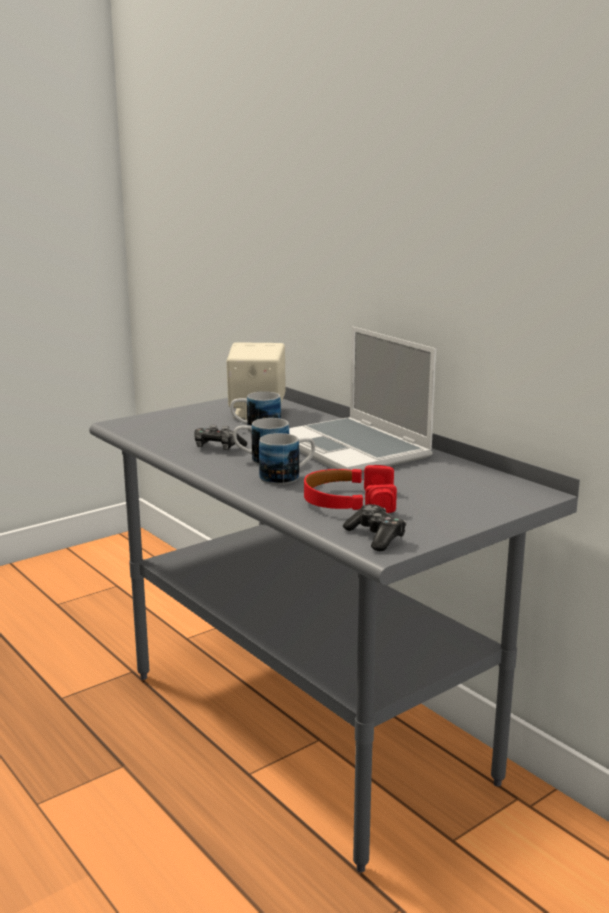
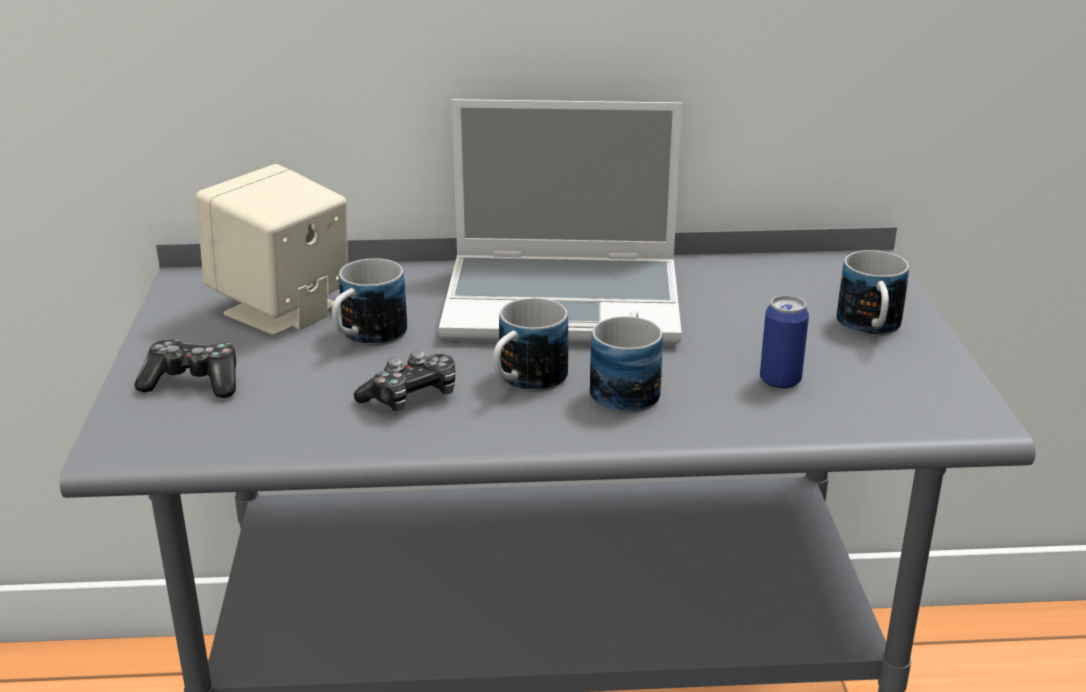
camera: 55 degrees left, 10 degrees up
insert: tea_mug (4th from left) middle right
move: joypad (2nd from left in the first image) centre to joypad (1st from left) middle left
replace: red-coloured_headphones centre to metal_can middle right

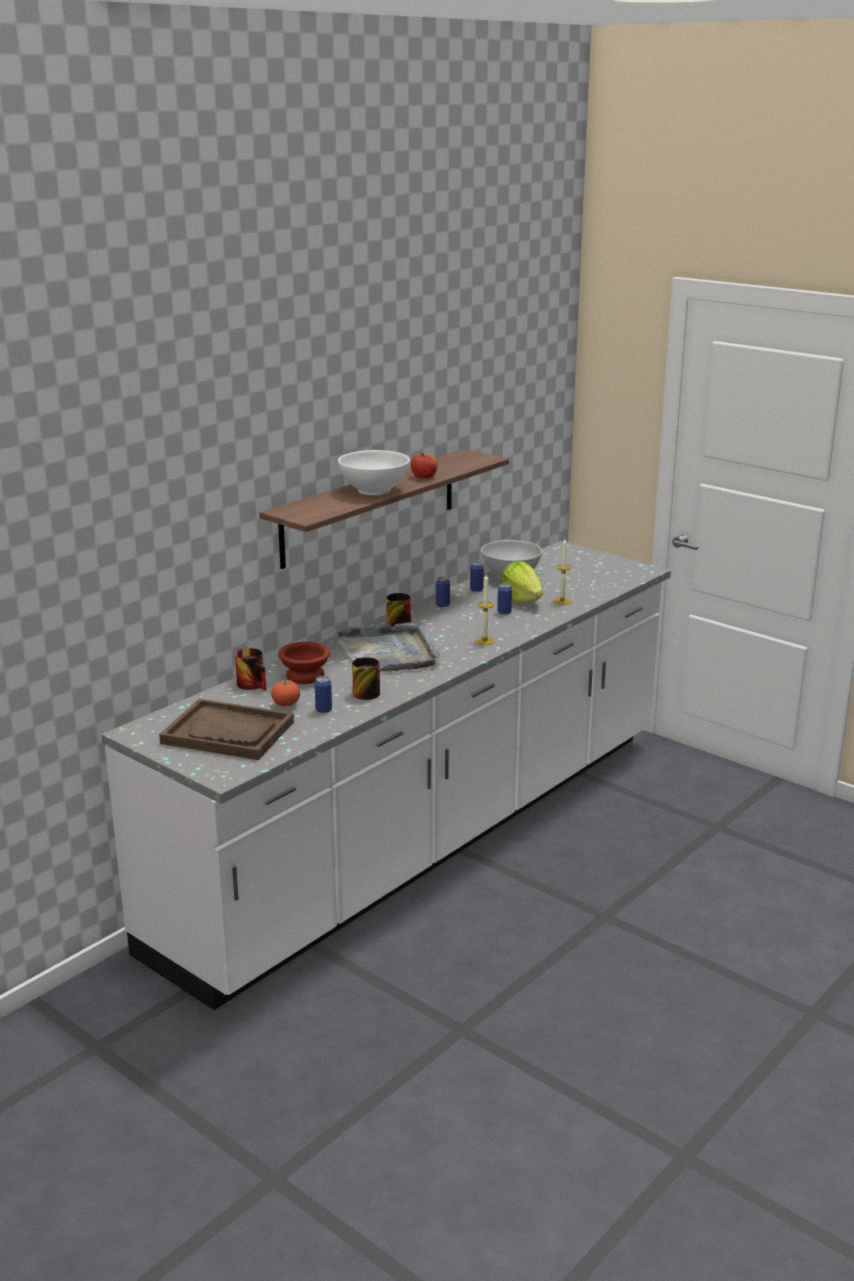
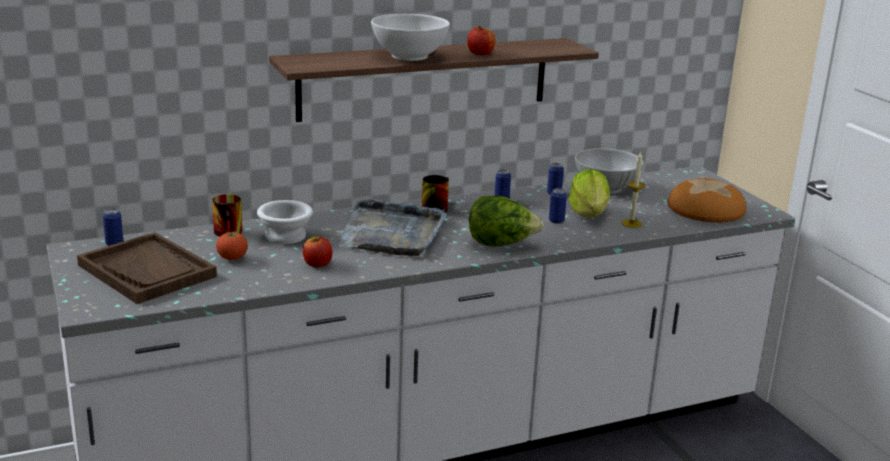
camera: 25 degrees right, 0 degrees up
insert: bakery_bread middle right
move: metal_can (1st from left) centre to middle left
replace: wax_light (1st from left) centre to lettuce_head (1st from left) centre; tea_mug (2nd from left) centre to whole_apple (1st from left) centre
recolor: brown_deep_dish centre to white_deep_dish (1st from left) middle left

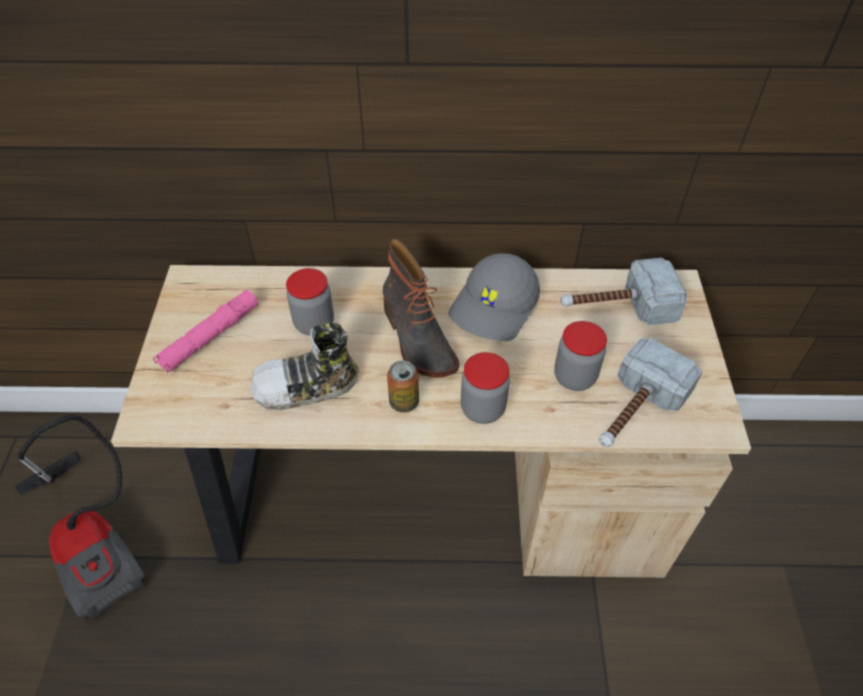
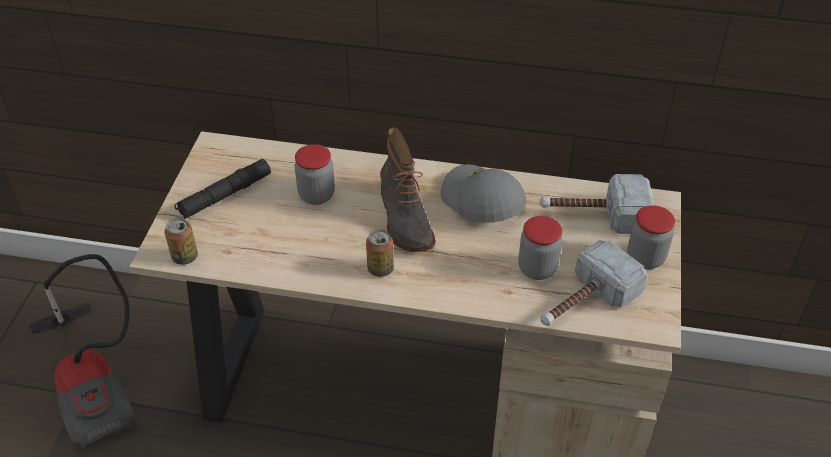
camera: 10 degrees right, 5 degrees down
delete: shoe centre
insert: metal_can (1st from left) middle left
move: preserve_jar (2nd from left in the first image) centre to preserve_jar (3rd from left) middle right
recolor: pinkish_flashlight middle left to black-coloured_flashlight middle left
rotate: gray_baseball_cap centre = centre 105 degrees clockwise

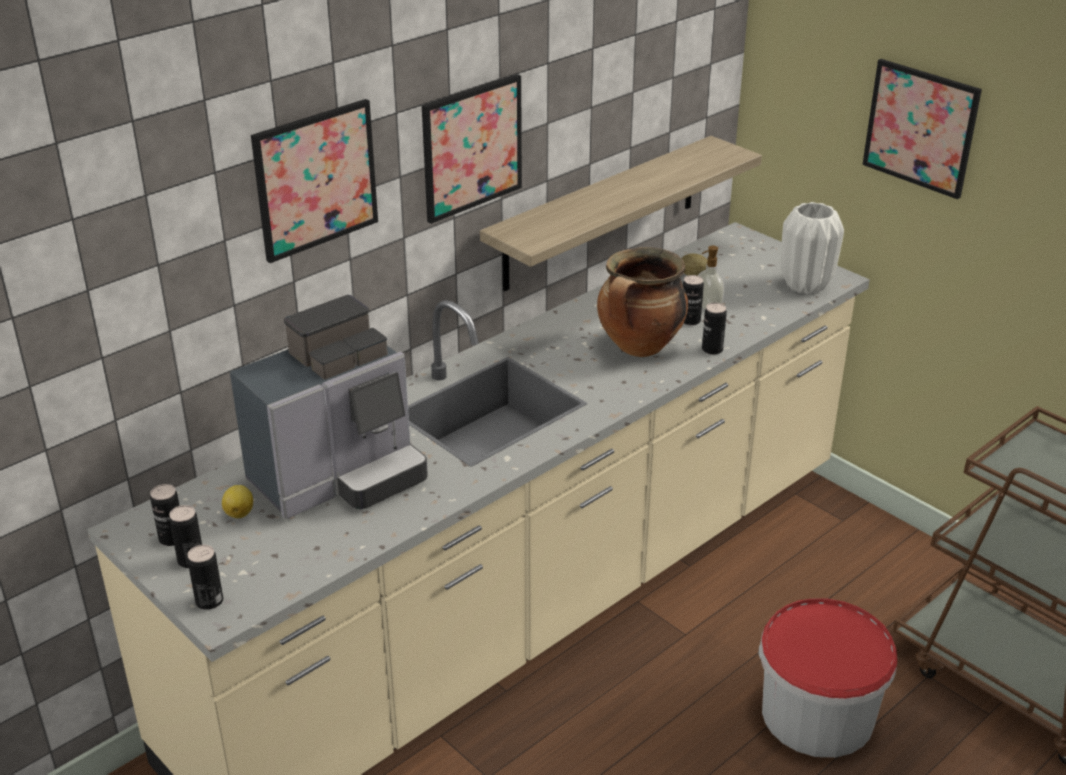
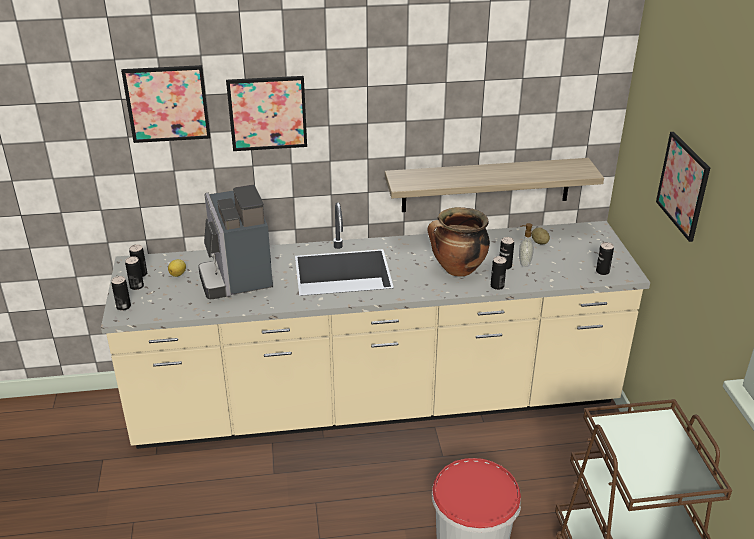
camera: 35 degrees right, 0 degrees up
move: picture (2nd from left in the first image) top centre to picture (1st from left) top left
replace: white_decorative_vase top right to metal_can (6th from left) middle right
rotate: coffee_maker middle left = middle left 75 degrees clockwise

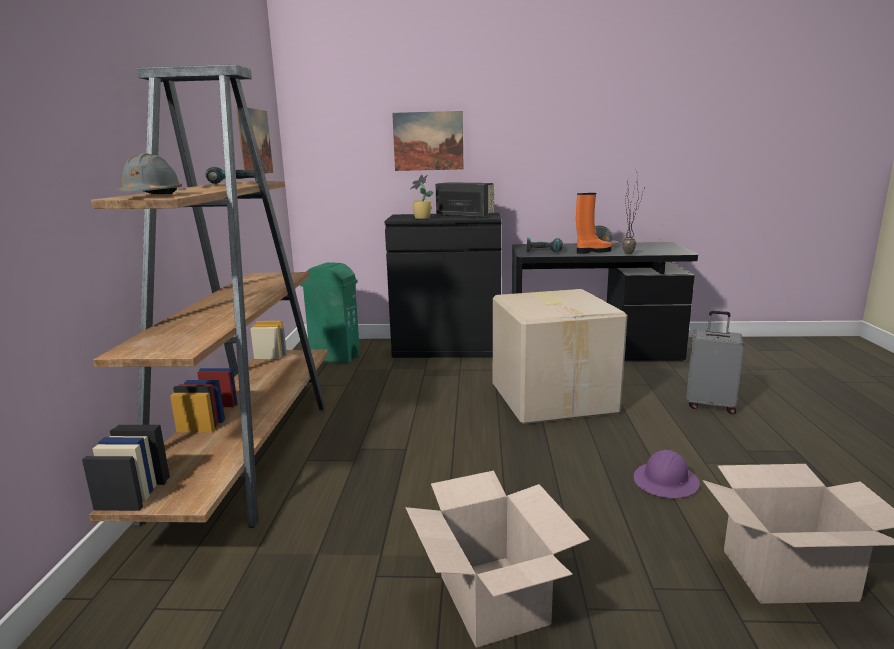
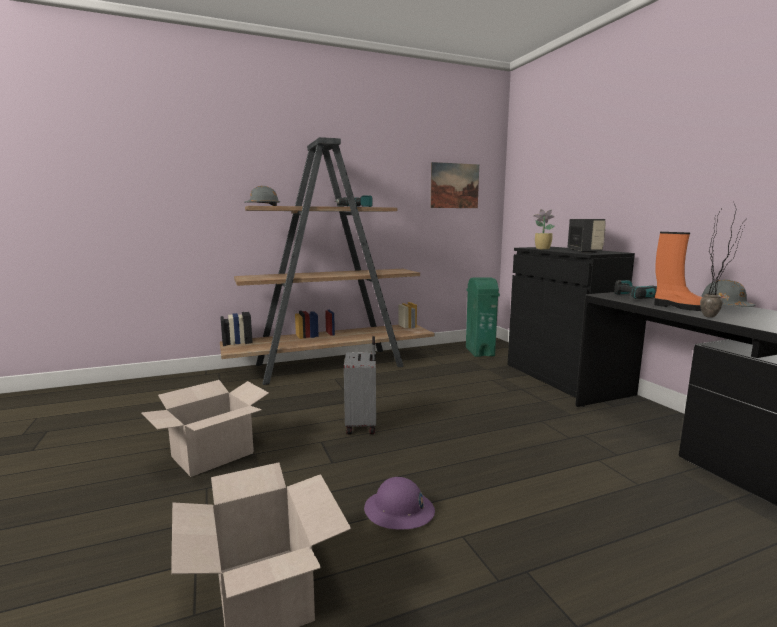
camera: 65 degrees right, 5 degrees down
delete: picture (2nd from left) top centre; carton (2nd from left) centre
move: gray_travel_case middle right to centre

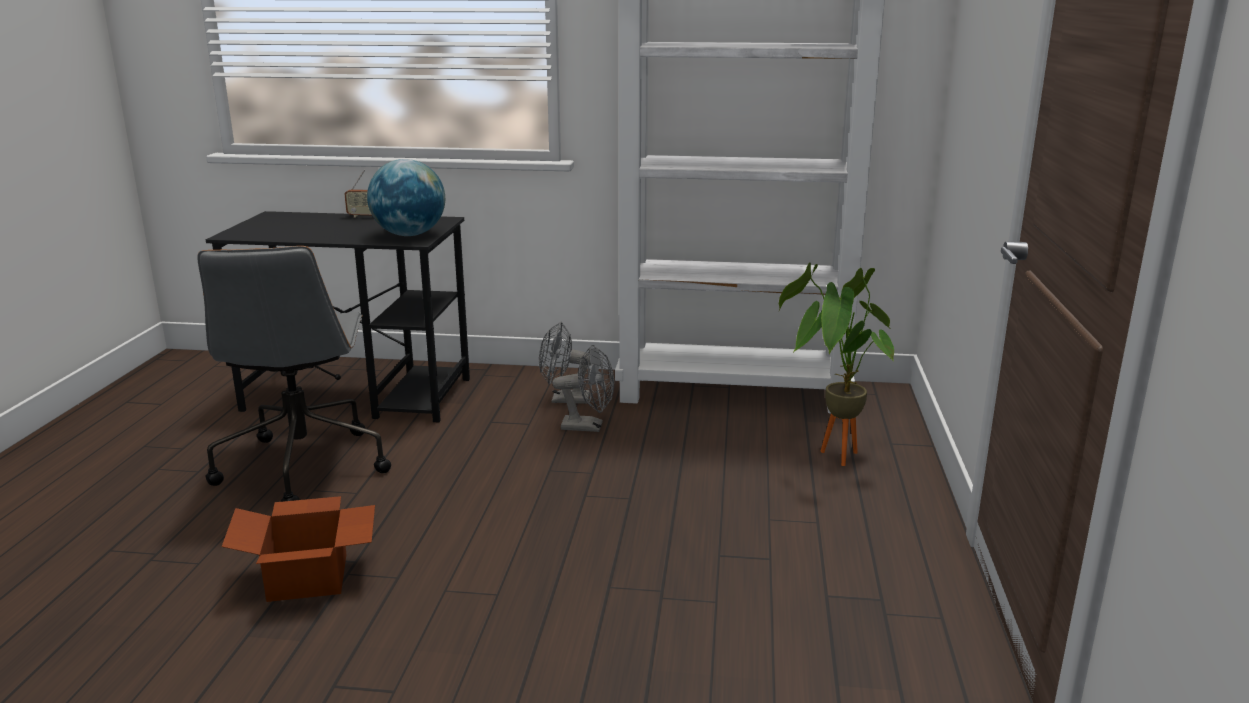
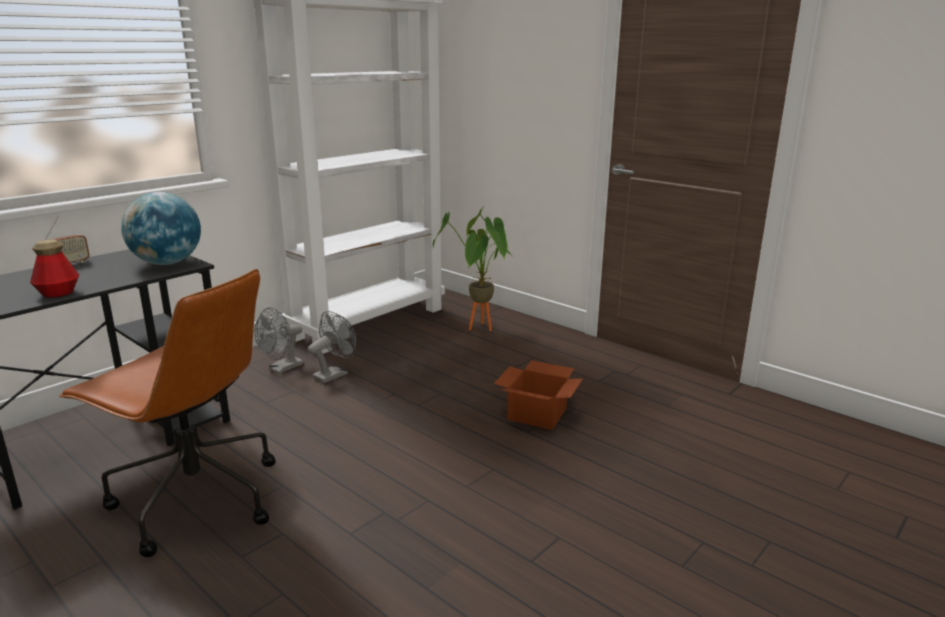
camera: 55 degrees left, 0 degrees up
insert: beverage_bottle middle left
move: carton bottom left to centre
recolor: gray_office_chair middle left to brown_office_chair bottom left

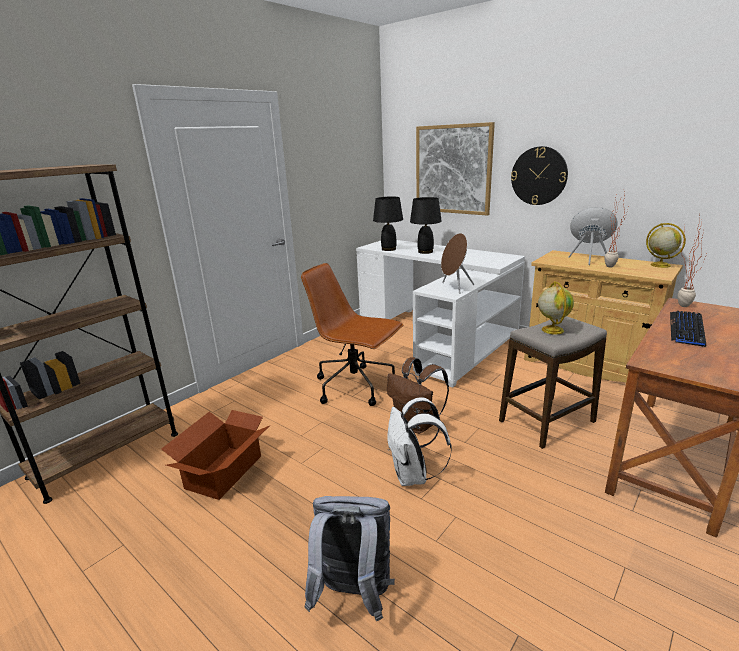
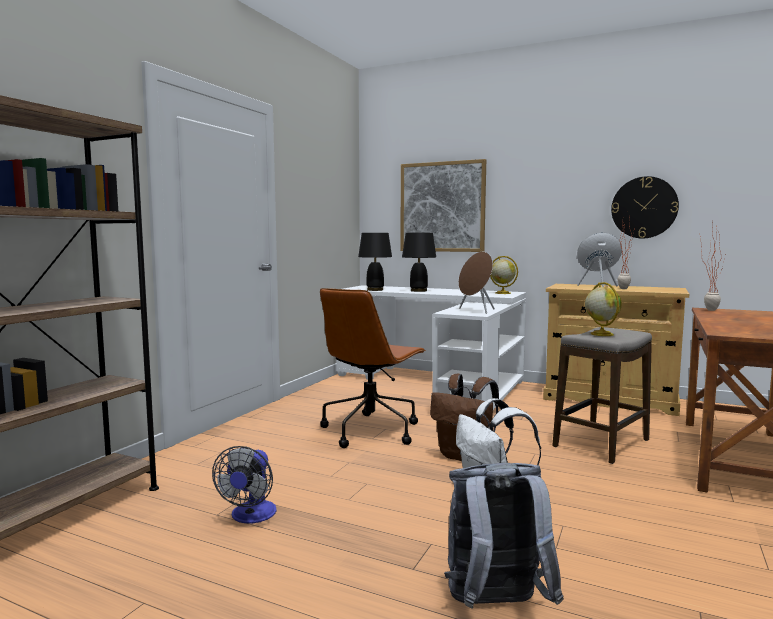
camera: 15 degrees left, 15 degrees down
delete: keyboard middle right
move: wall_clock top right to middle right; globe (2nd from left in the first image) middle right to globe (1st from left) centre
replace: carton bottom left to cooling_fan bottom left
rotate: brown_office_chair centre = centre 75 degrees counterclockwise

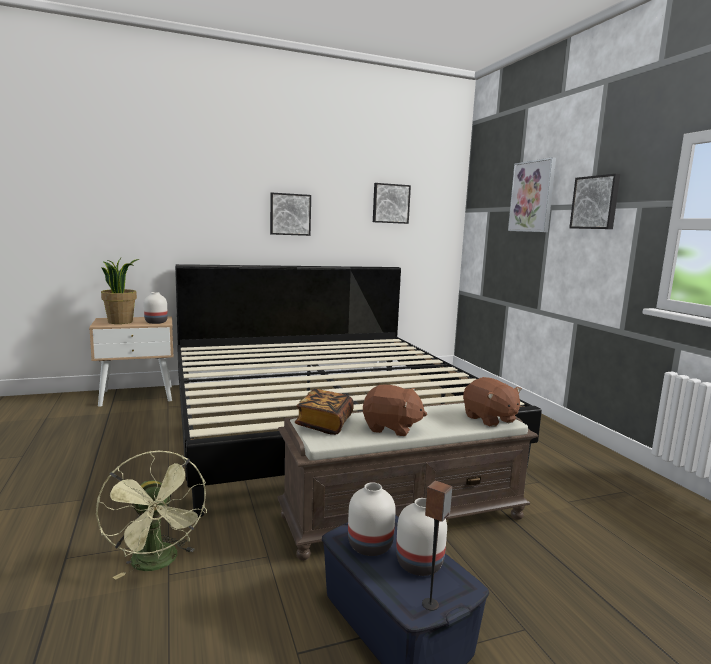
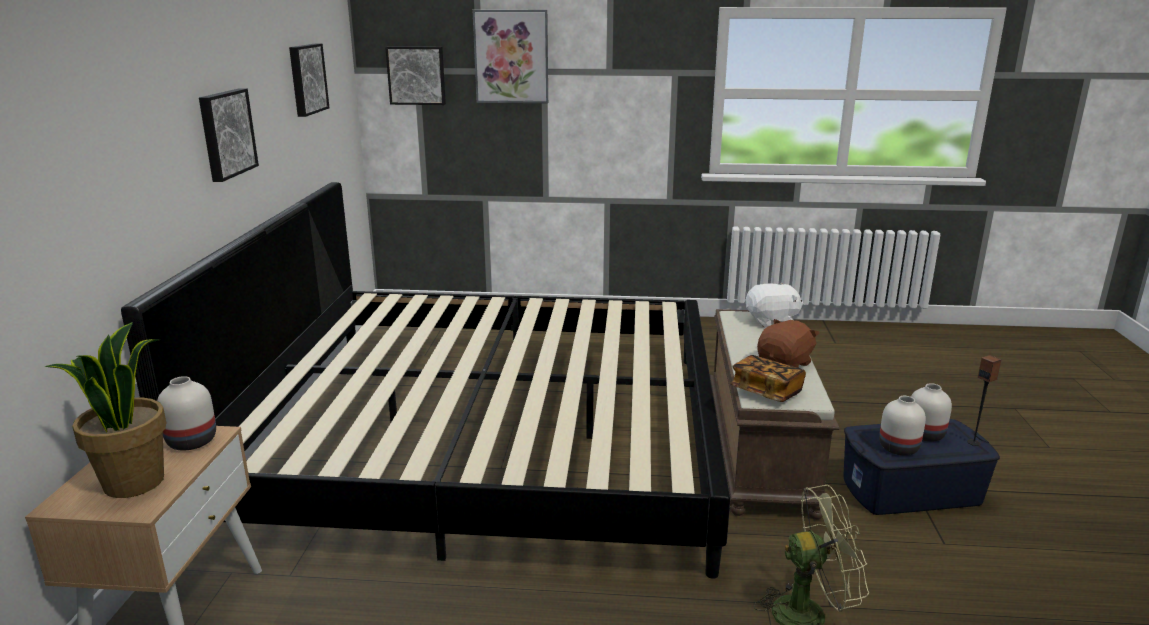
camera: 65 degrees left, 10 degrees up
move: picture (4th from left in the first image) top right to picture (3rd from left) top centre
recolor: brown_cuddly_toy (2nd from left) middle right to white_cuddly_toy middle right

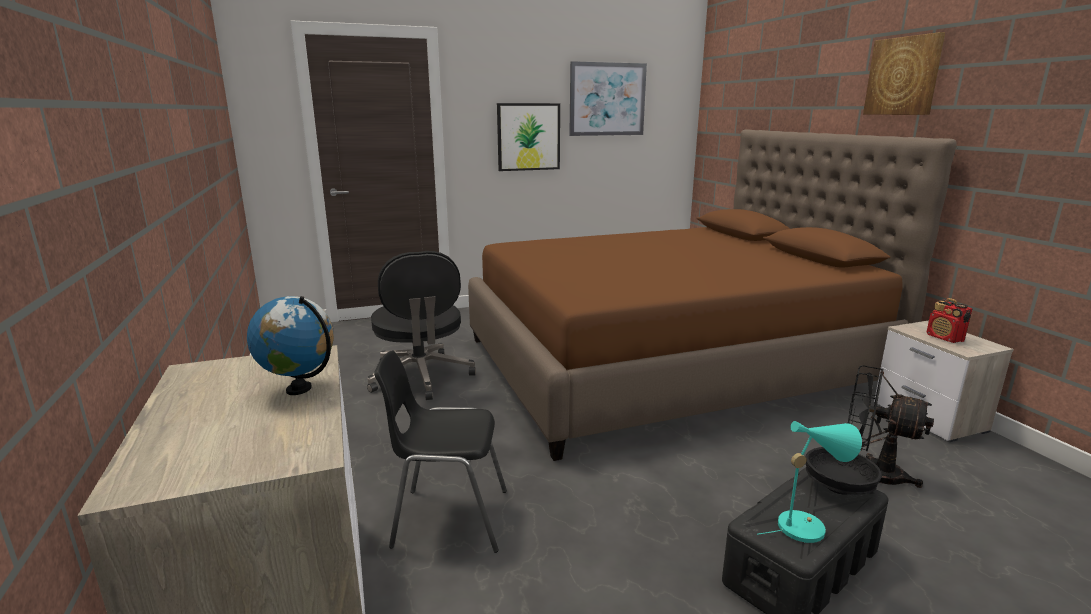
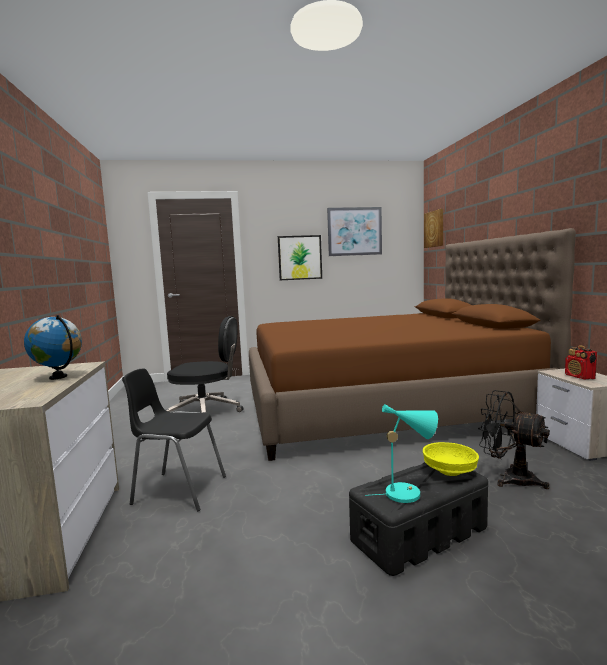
camera: 10 degrees right, 10 degrees down
move: picture (3rd from left) top right to middle right
recolor: black-coloured_deep_dish bottom right to yellowish_deep_dish bottom right
rotate: black-coloured_office_chair centre = centre 75 degrees counterclockwise

